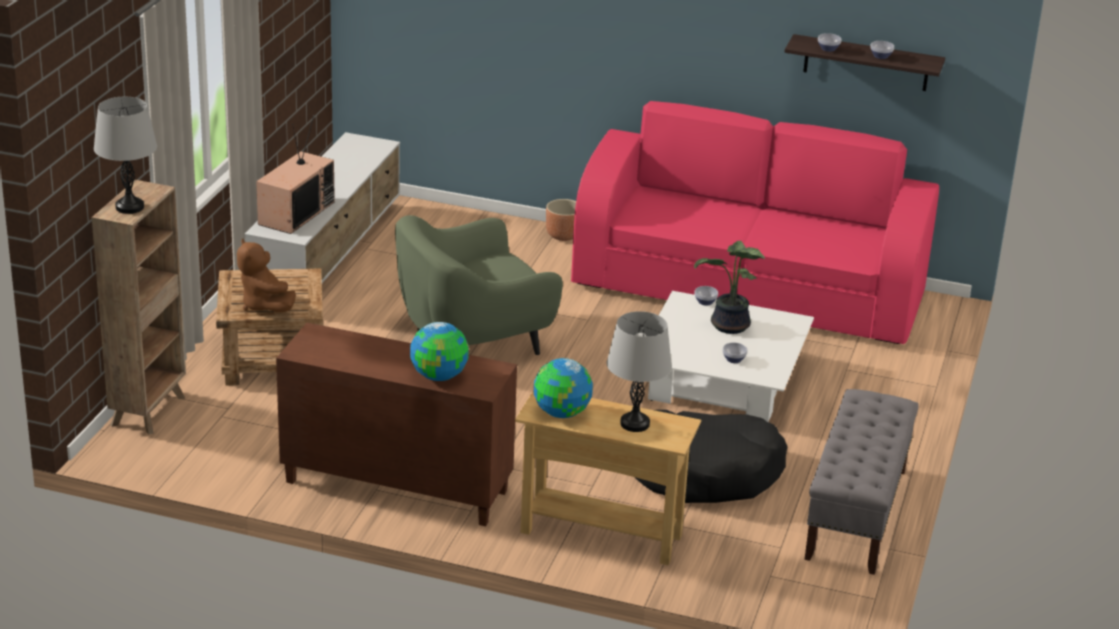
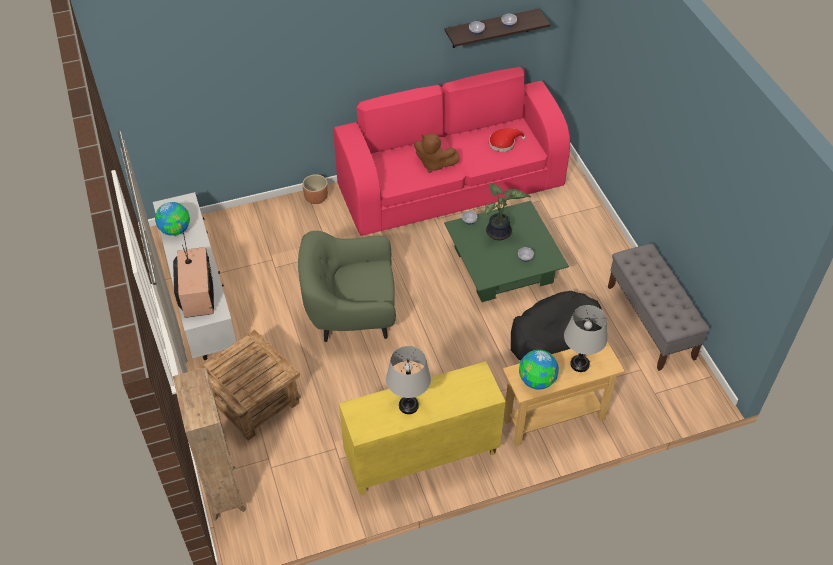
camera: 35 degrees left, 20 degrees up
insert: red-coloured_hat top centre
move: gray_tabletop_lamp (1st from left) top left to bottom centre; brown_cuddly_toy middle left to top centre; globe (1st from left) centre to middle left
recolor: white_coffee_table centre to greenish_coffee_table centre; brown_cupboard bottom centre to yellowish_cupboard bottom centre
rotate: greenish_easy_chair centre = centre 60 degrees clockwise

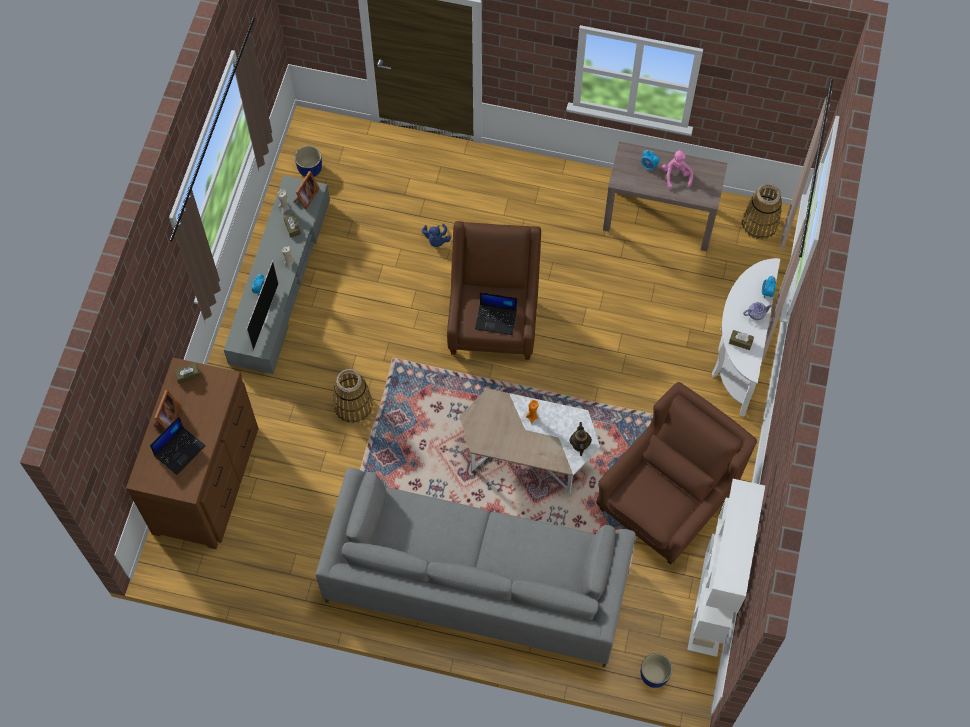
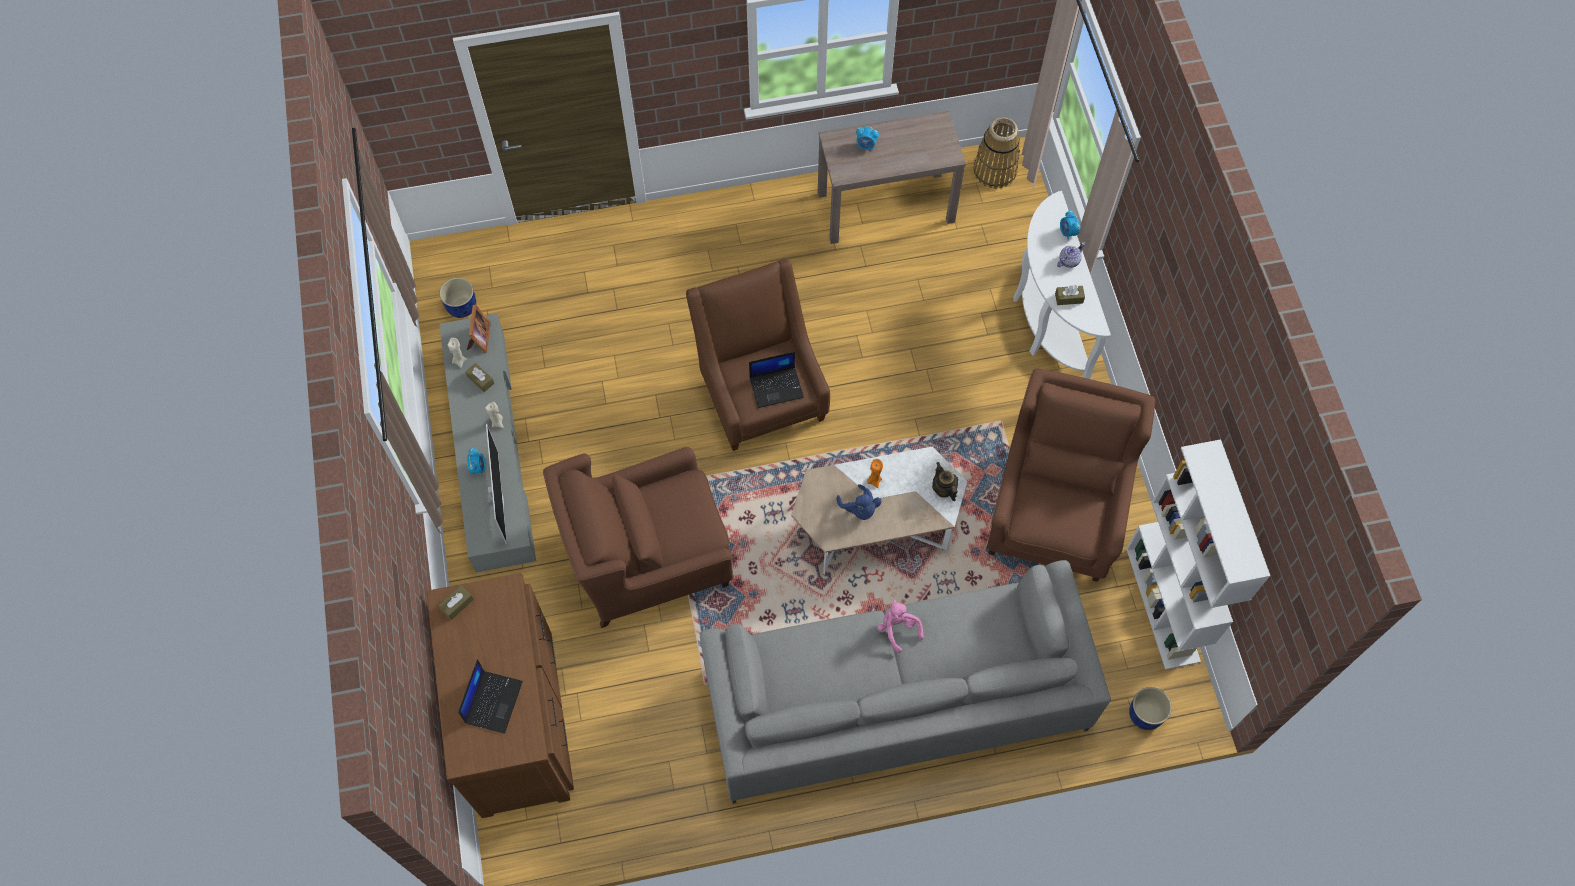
camera: 25 degrees left, 0 degrees up
delete: picture_frame (1st from left) middle left
move: pinkish_cuddly_toy top right to bottom centre; blue_cuddly_toy top centre to centre
replace: storage_basket (1st from left) centre to brown_easy_chair (1st from left) centre

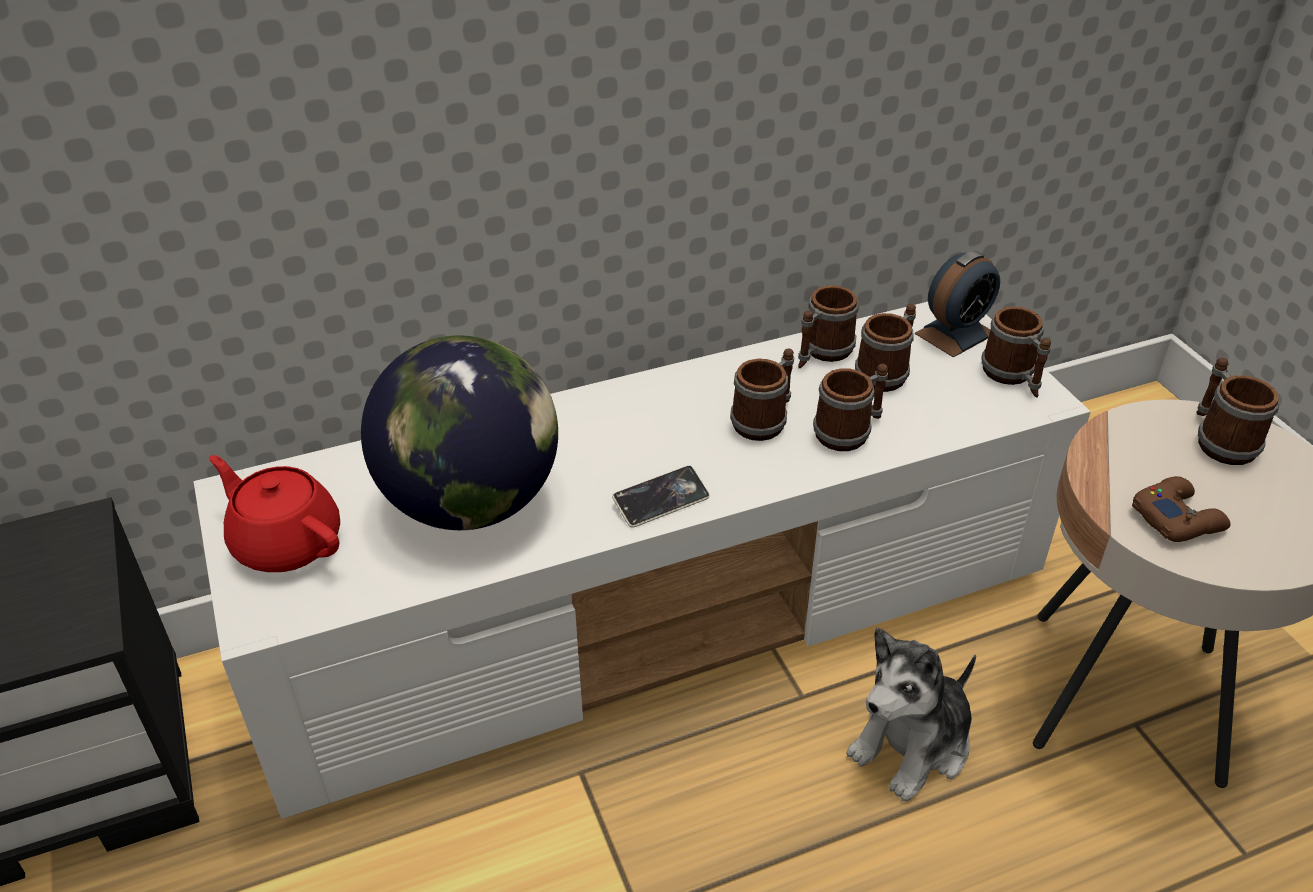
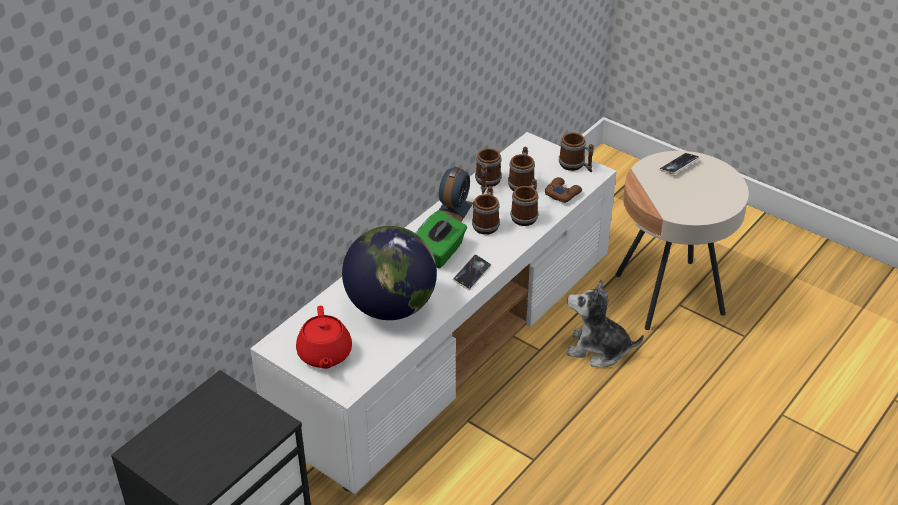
camera: 30 degrees left, 0 degrees up
insert: greenish_box_of_tissues centre
move: bedside_clock middle right to centre; brown_joypad middle right to centre
replace: tea_mug (6th from left) middle right to telephone (2nd from left) top right
rotate: red-coloured_pot_for_tea middle left = bottom centre 105 degrees counterclockwise; cuddly_toy bottom right = middle right 90 degrees clockwise

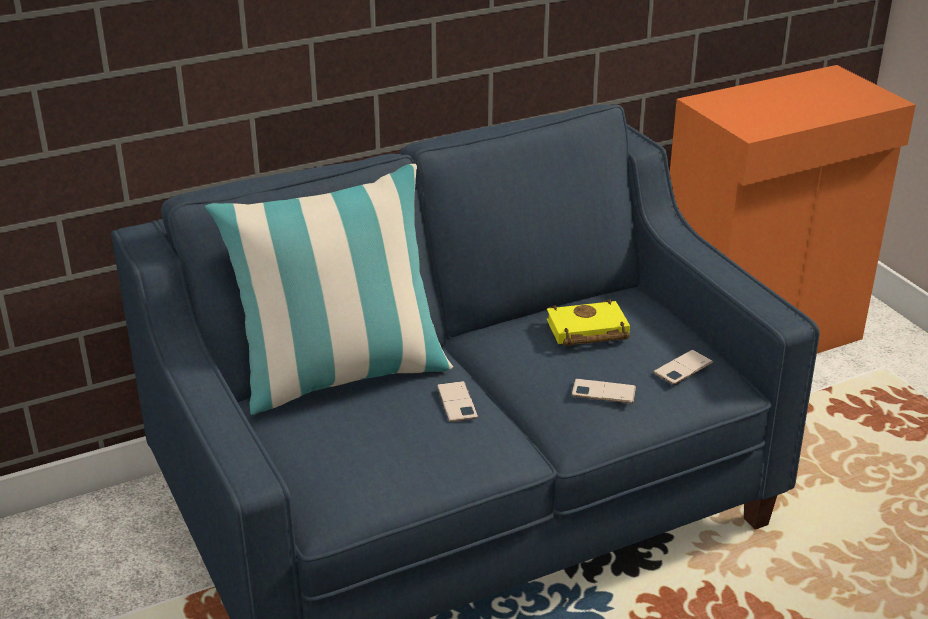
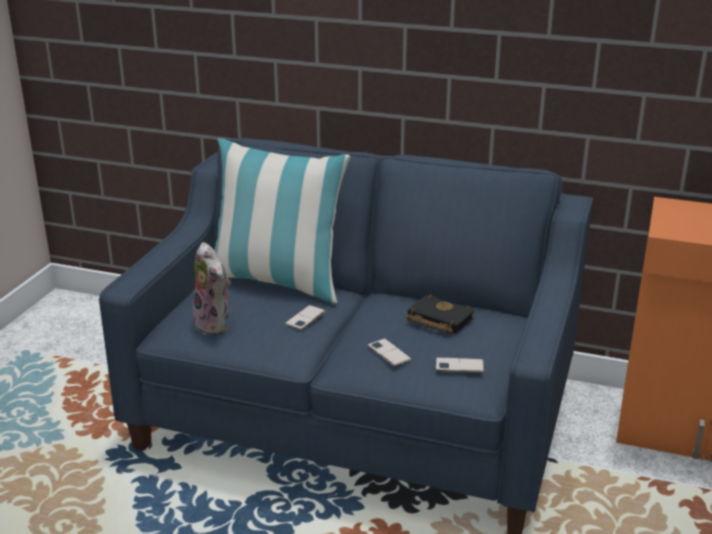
camera: 45 degrees right, 5 degrees down
insert: cuddly_toy middle left
recolor: yellowish_volume centre to black-coloured_volume centre

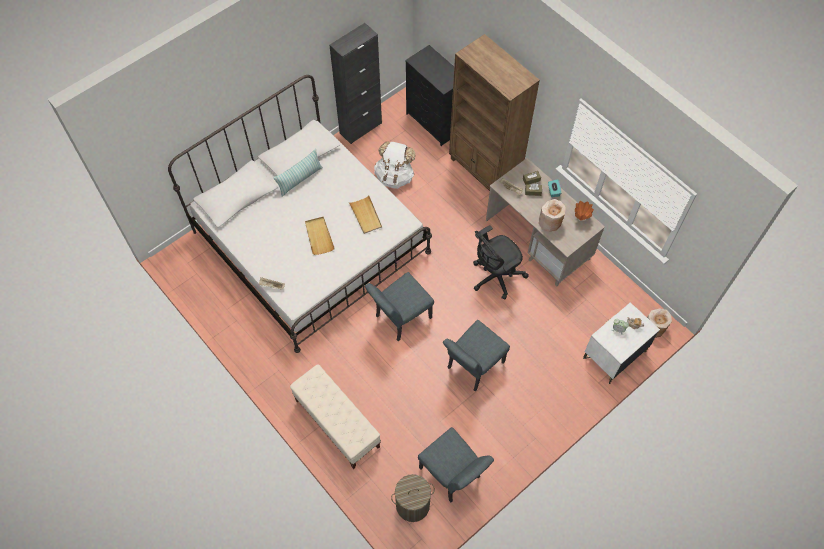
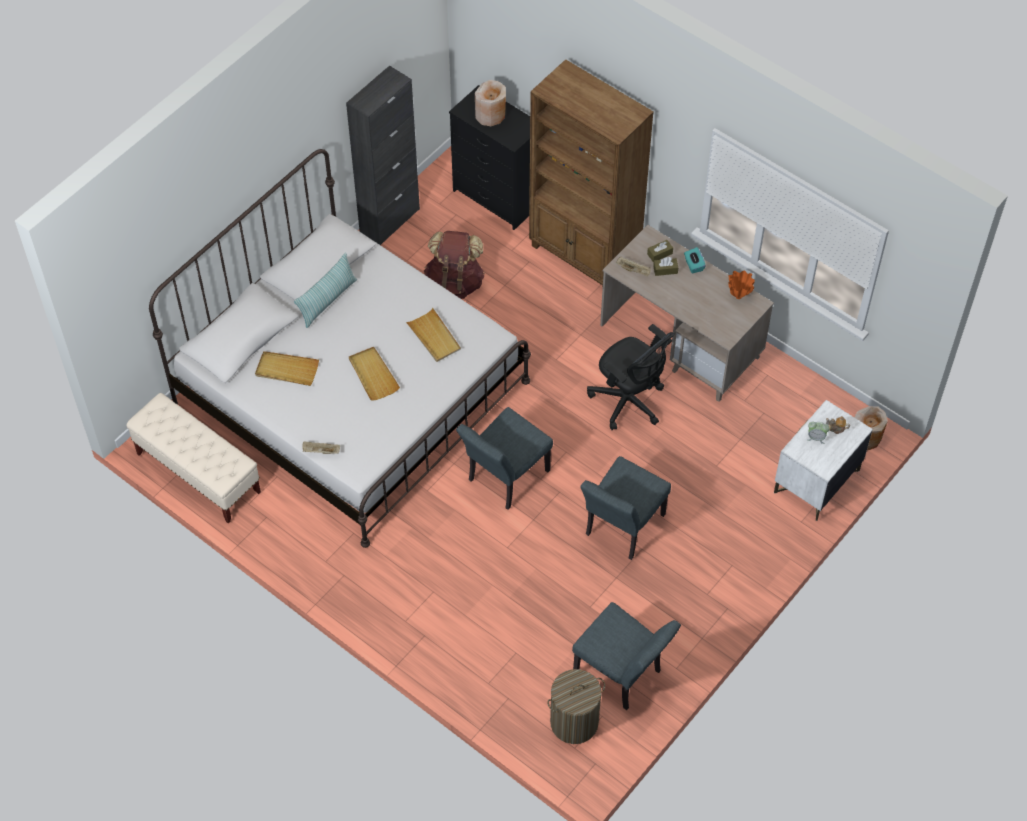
camera: 10 degrees left, 5 degrees down
insert: beige-coloured_tray (1st from left) middle left
move: beige-coloured_decorative_vase (1st from left) middle right to top centre; beige-coloured_indoor_bench bottom centre to middle left
recolor: white_knapsack top centre to brown_knapsack top centre
rotate: black-coloured_office_chair centre = centre 90 degrees counterclockwise

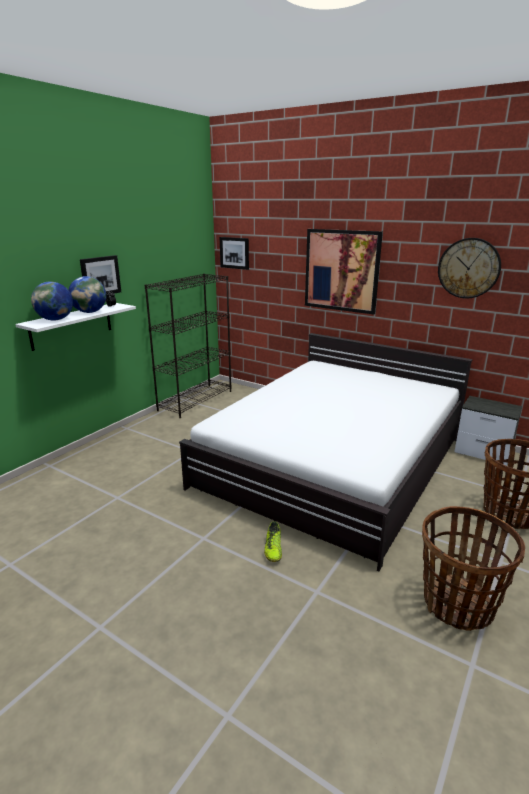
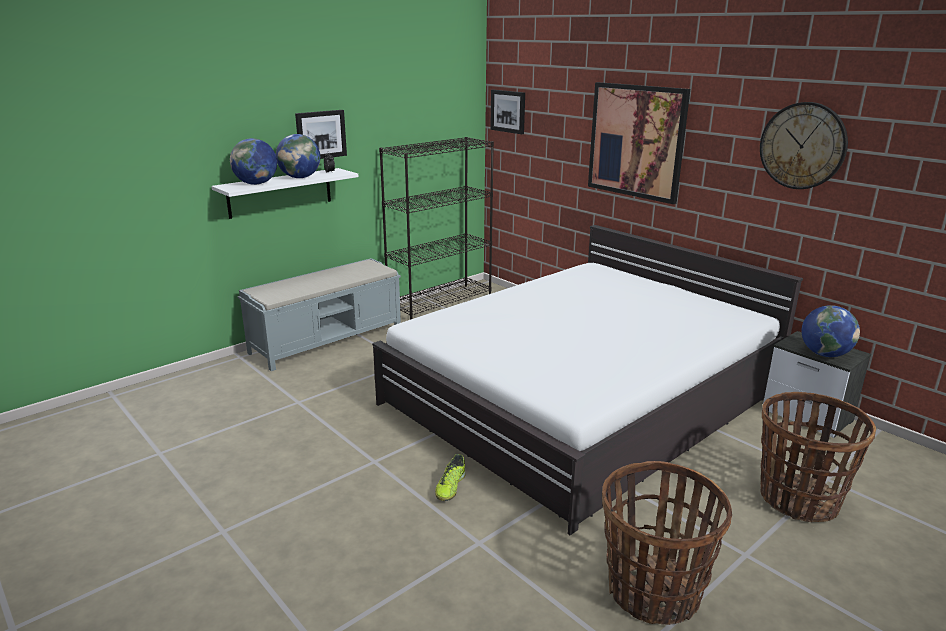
camera: 15 degrees right, 0 degrees up
insert: gray_indoor_bench centre; globe (3rd from left) middle right

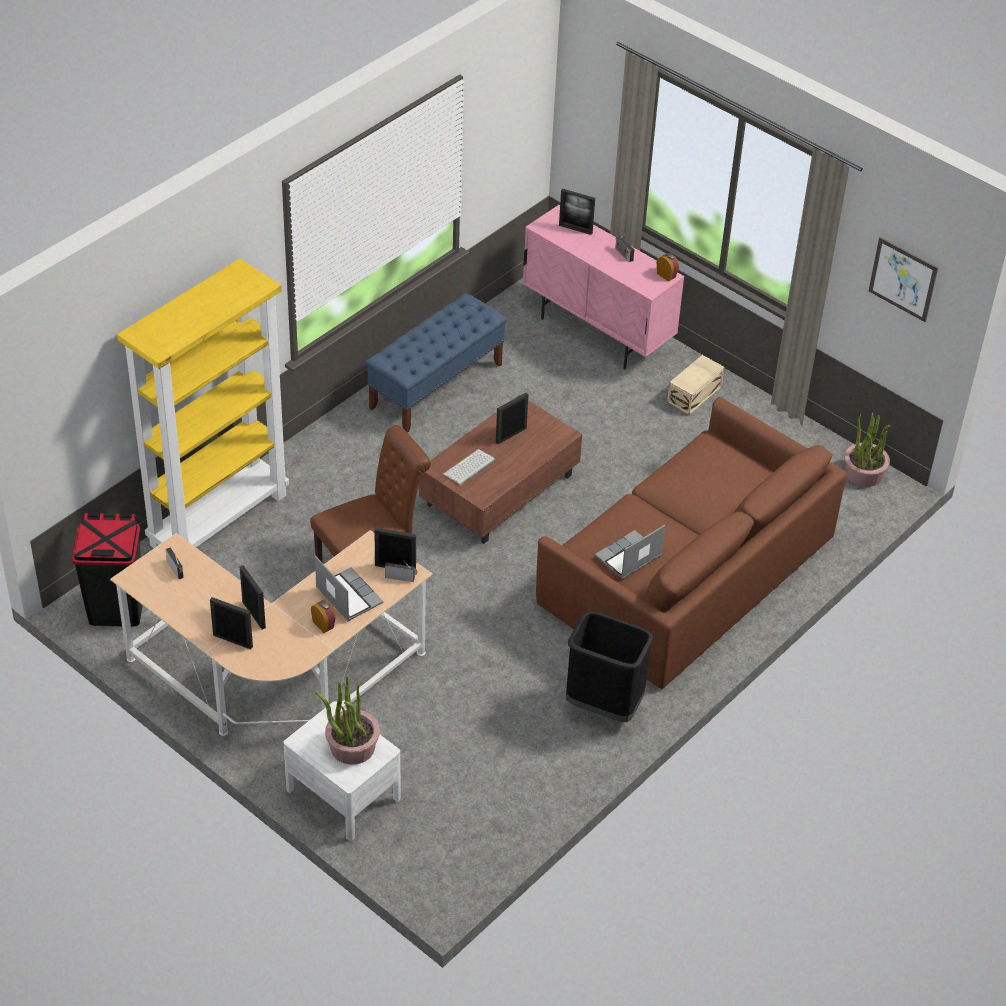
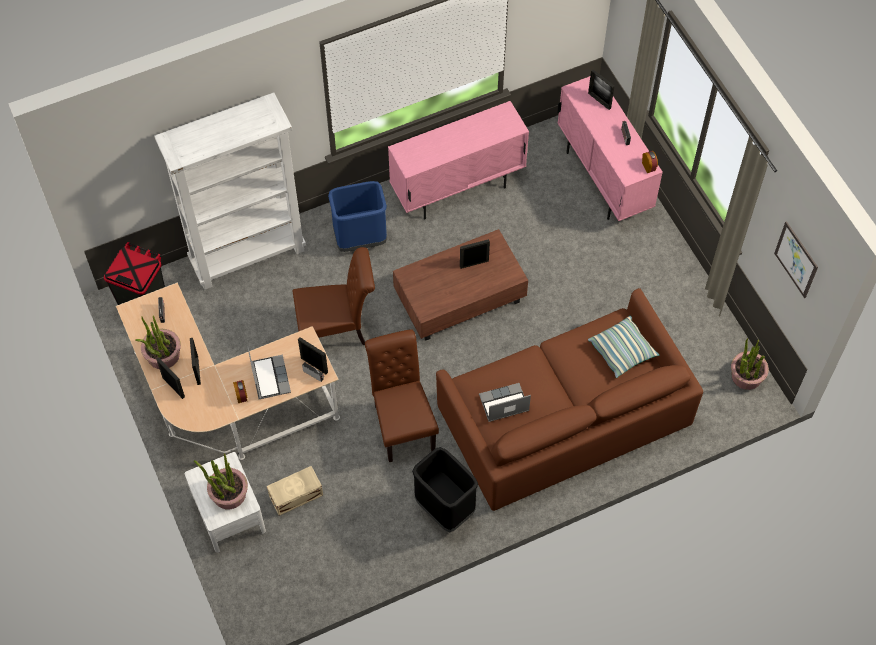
camera: 25 degrees right, 15 degrees up
delete: keyboard centre
insert: blue_waste_bin centre; plant_in_a_pot (1st from left) middle left; cushion middle right; brown_chair (2nd from left) centre
move: beige-coloured_storage_container middle right to bottom centre
replace: blue_indoor_bench centre to pinkish_cupboard (1st from left) top centre
recolor: yellowish_bookcase middle left to white_bookcase top left

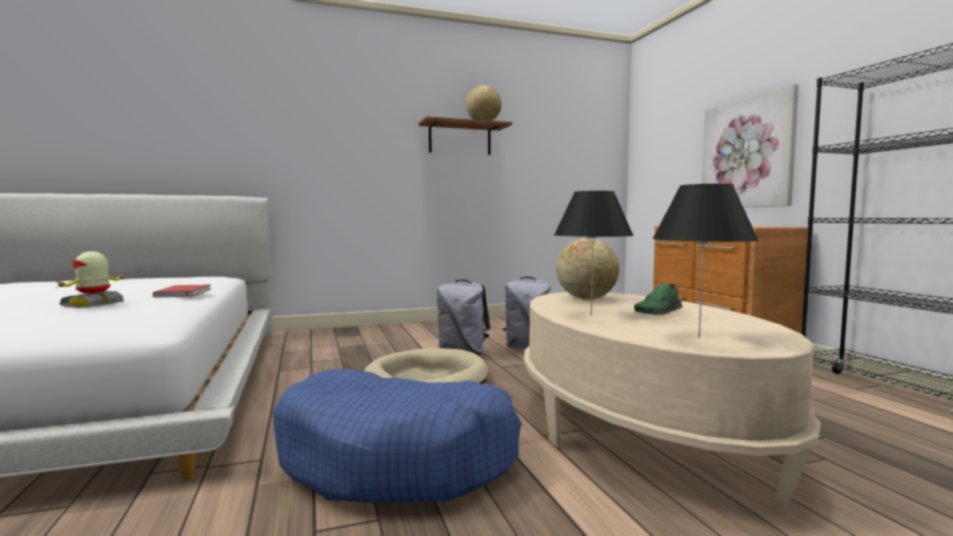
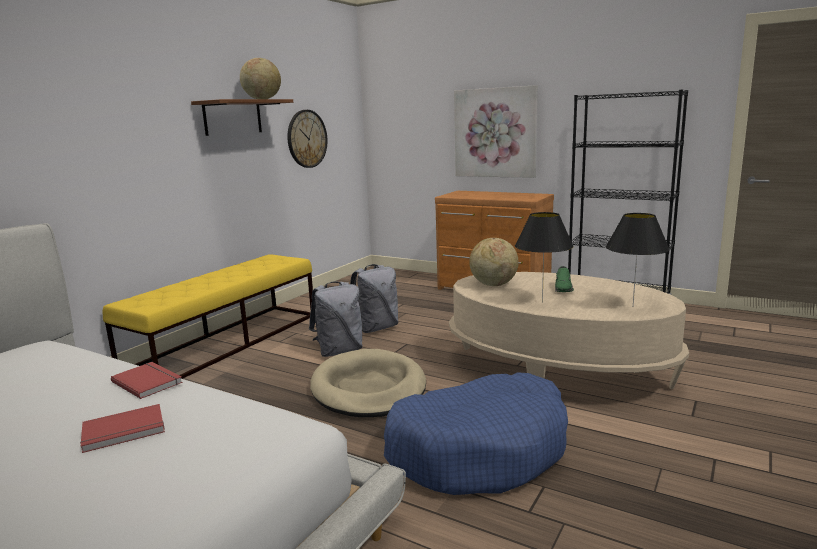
camera: 40 degrees left, 10 degrees up
insert: wall_clock top centre; yellowish_indoor_bench middle left
replace: toy_robot middle left to red-coloured_volume (1st from left) bottom left

